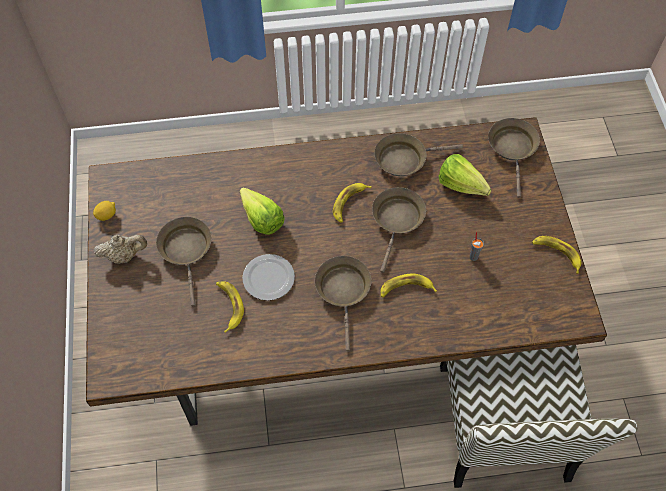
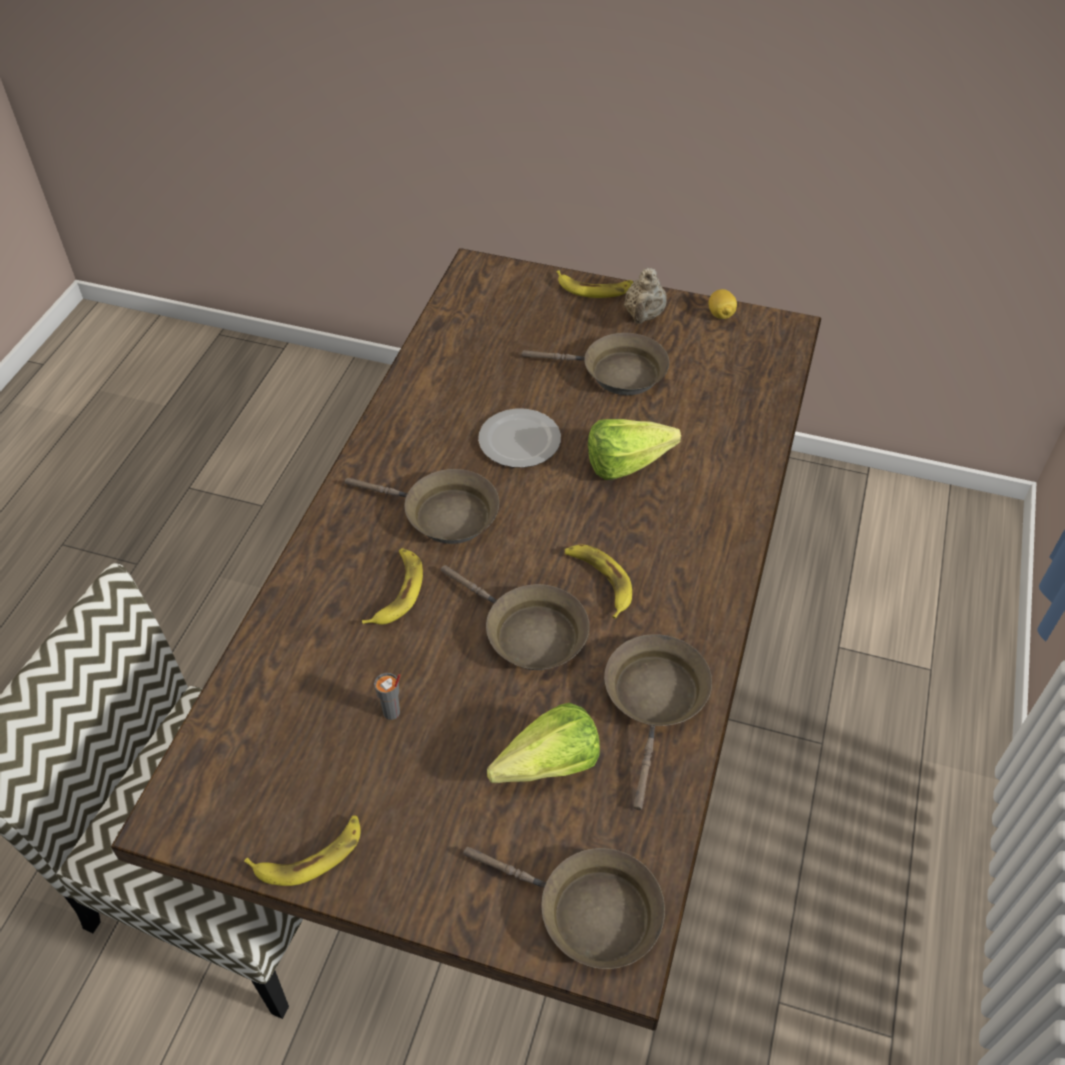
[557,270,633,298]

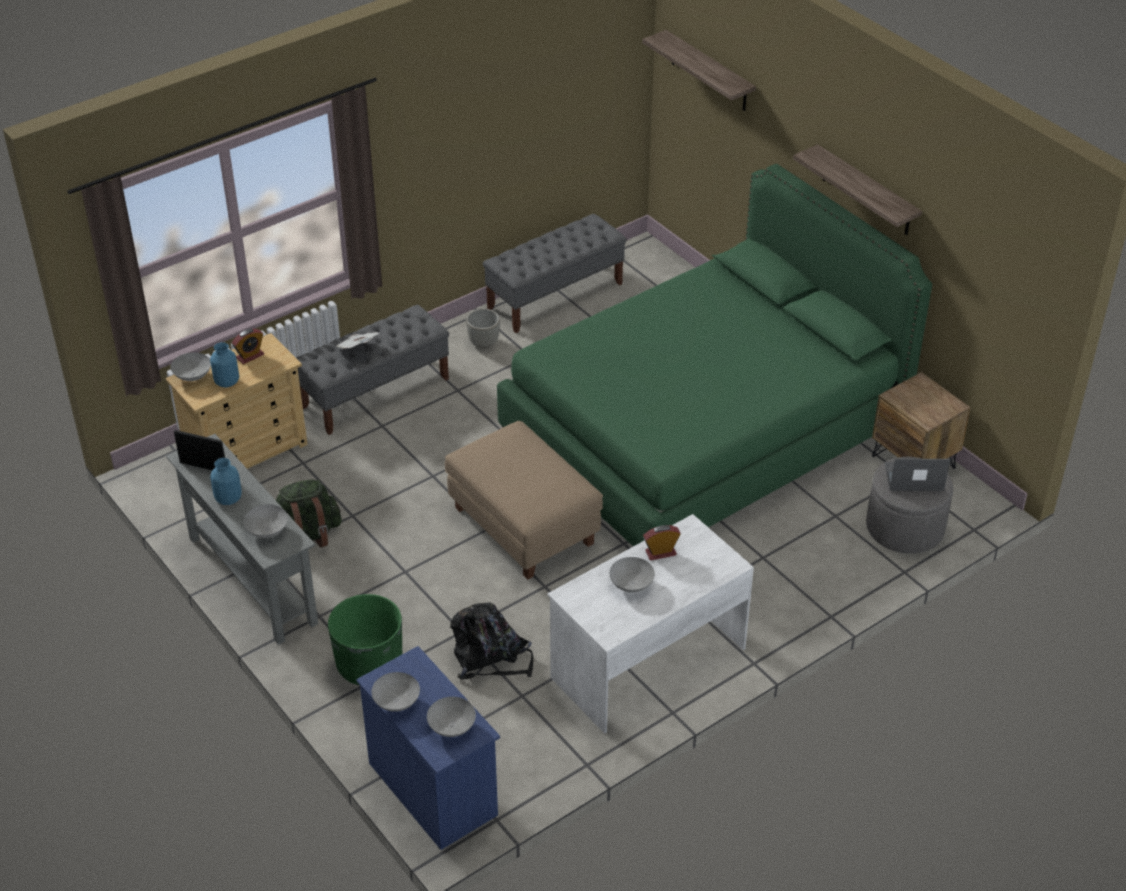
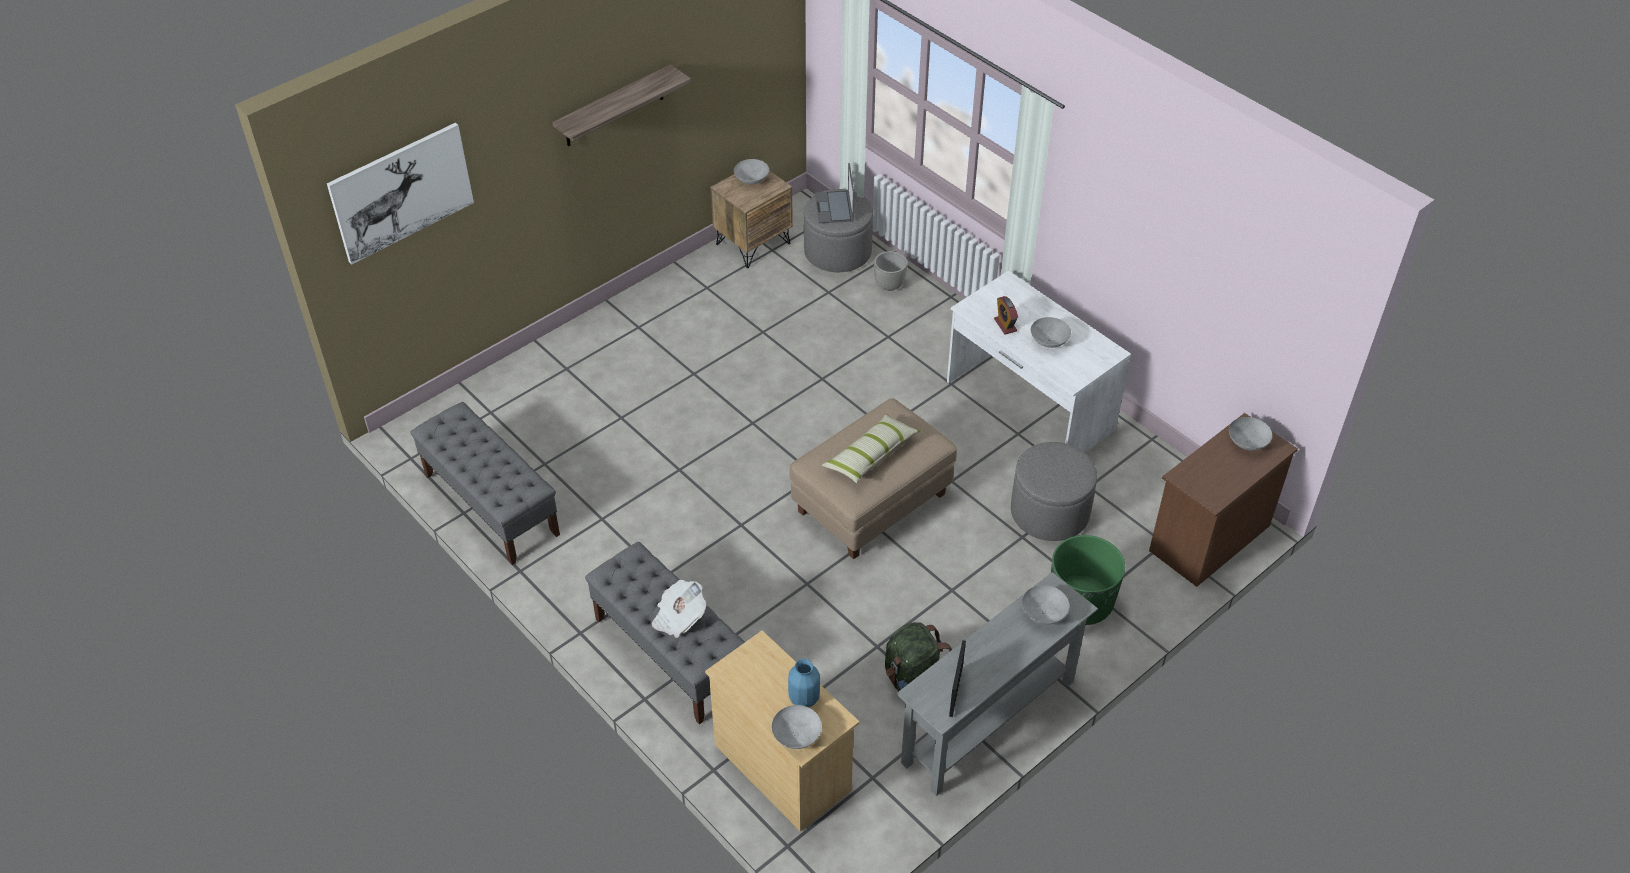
[210,458,242,505] (first image)
[232,329,264,364] (first image)
[497,164,932,546] (first image)
[822,414,920,483]
[734,159,769,184]
[874,251,908,291]
[1011,442,1097,541]
[327,123,474,265]
[1149,413,1298,587]

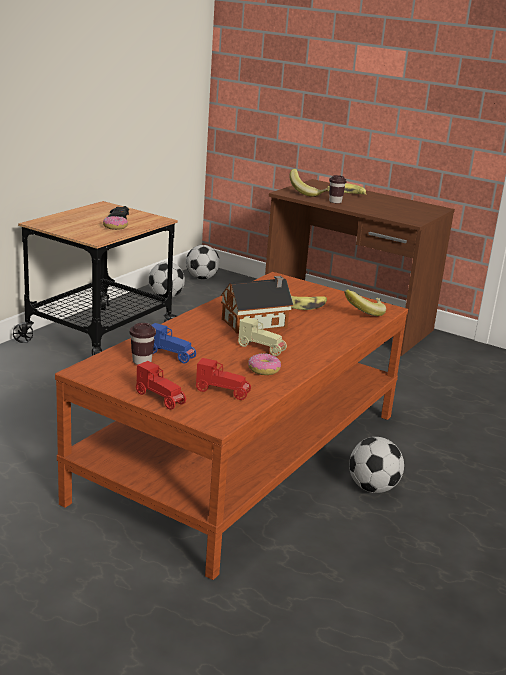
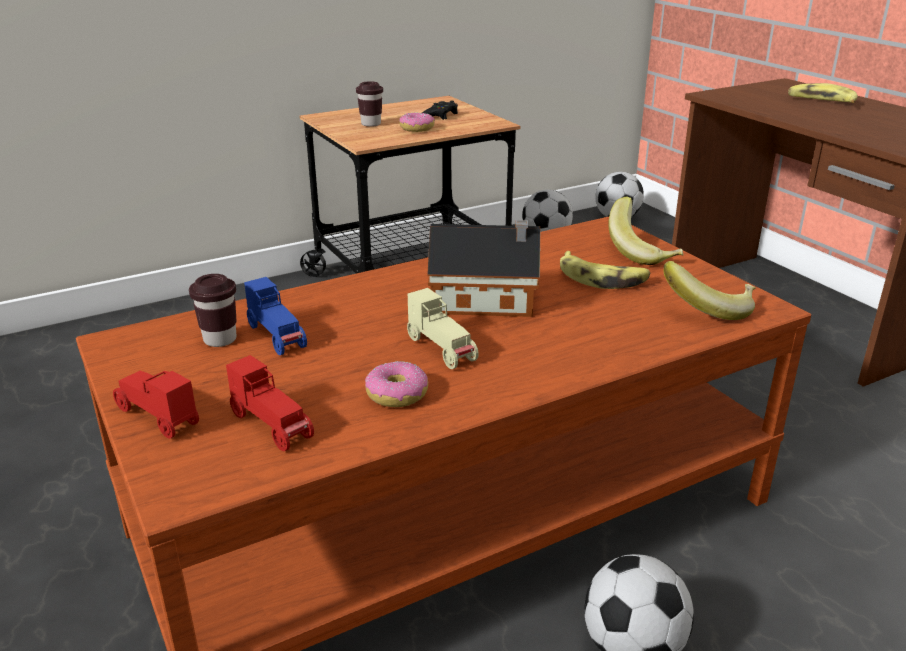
[609,196,683,265]
[356,81,383,127]
[113,371,199,439]

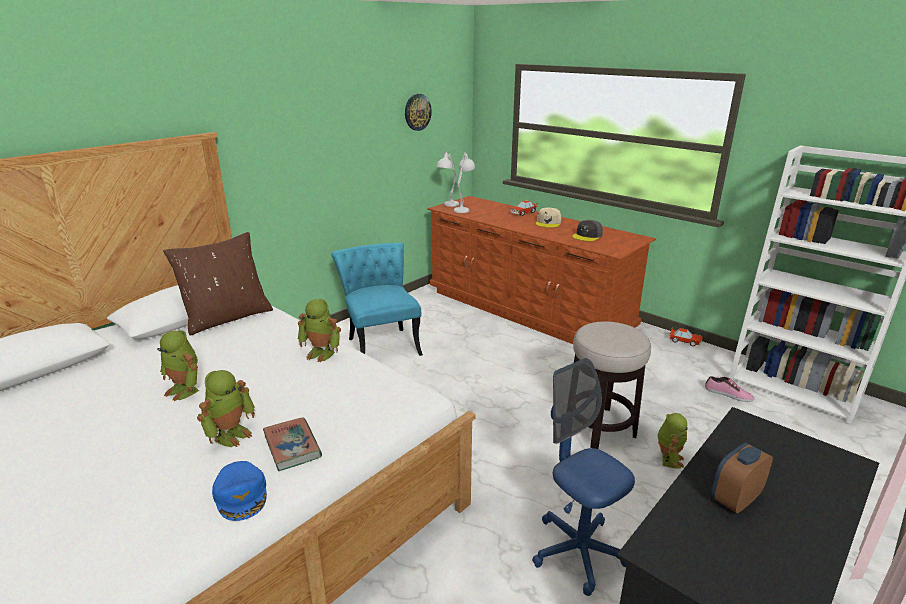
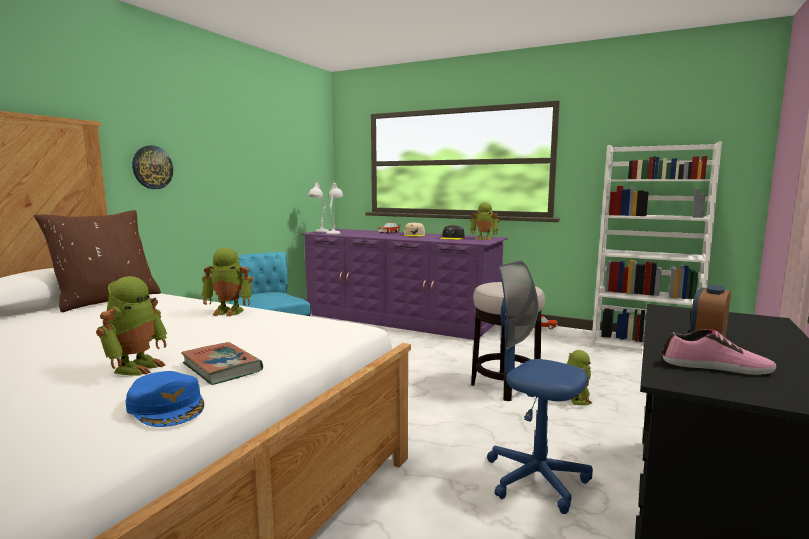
[470,202,499,240]
[132,145,173,189]
[663,329,776,375]
[301,229,508,340]

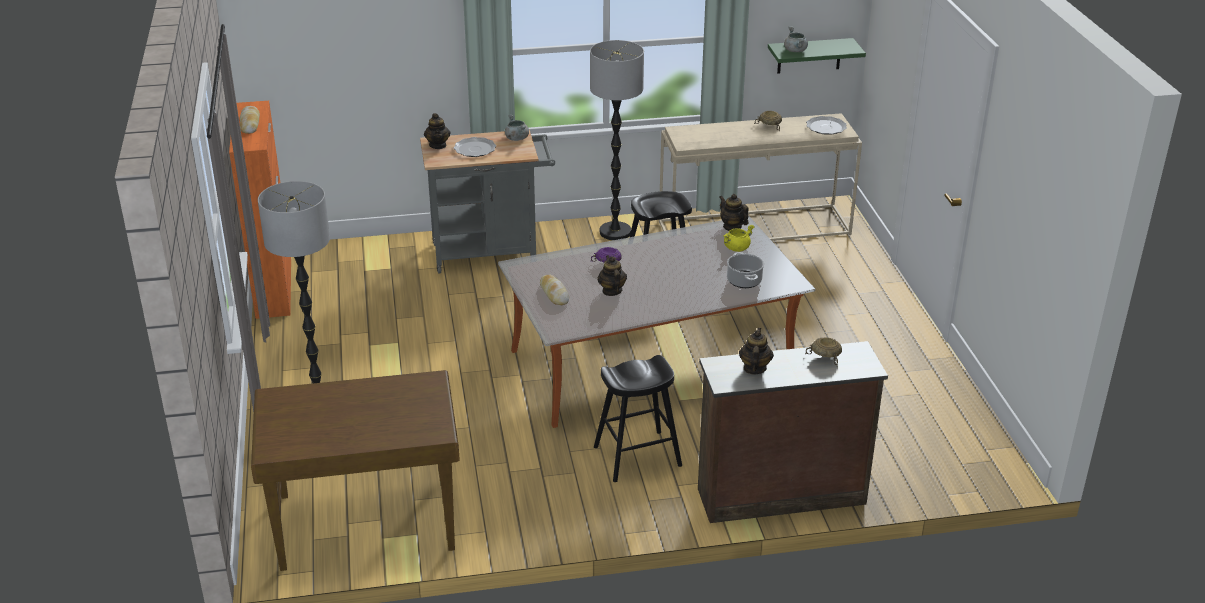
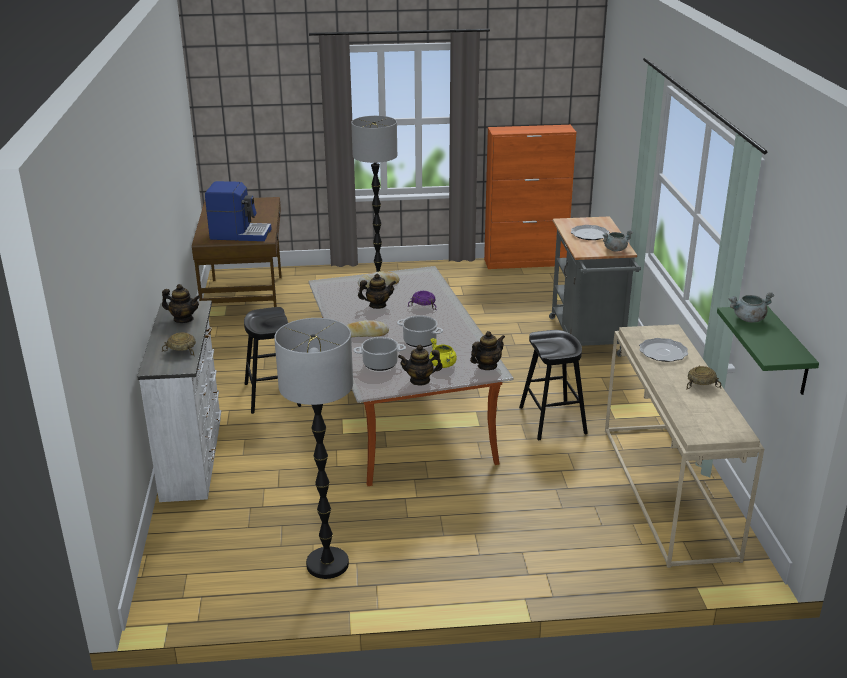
[205,181,272,241]
[397,315,443,347]
[346,320,389,337]
[398,345,443,386]
[274,318,353,579]
[639,338,688,362]
[137,300,221,502]

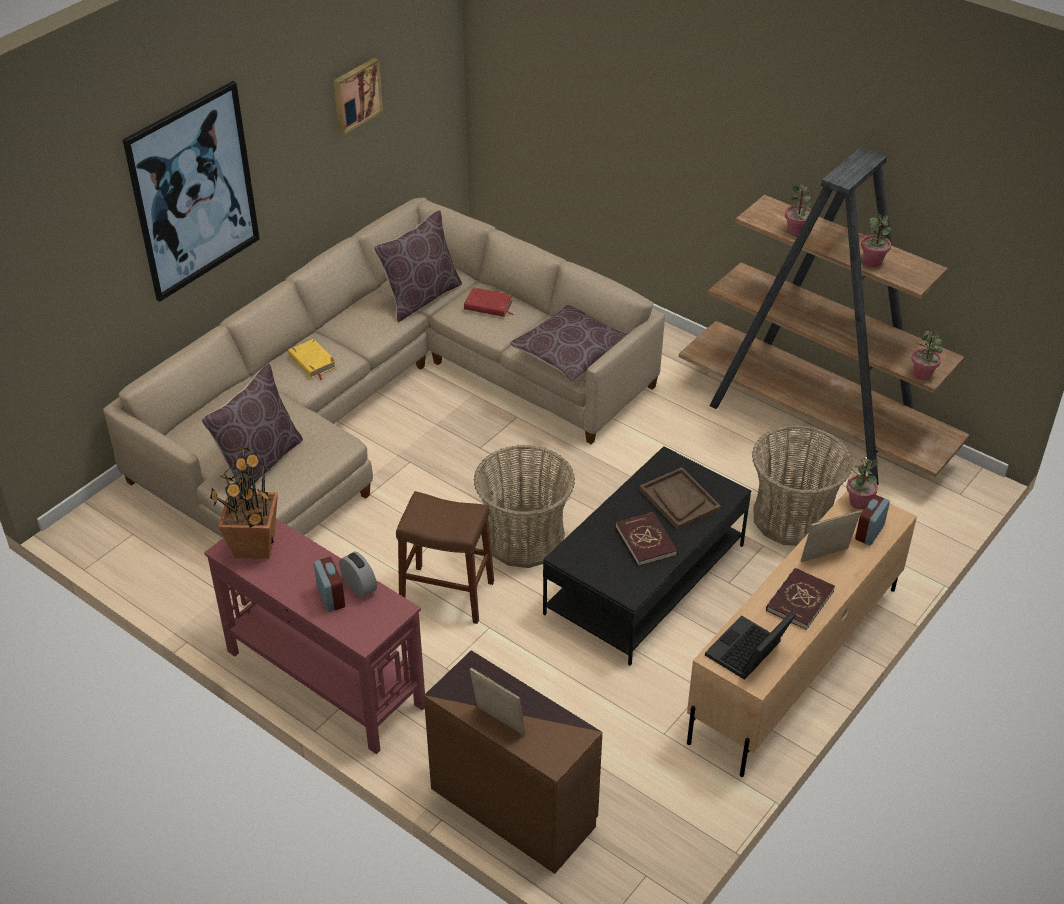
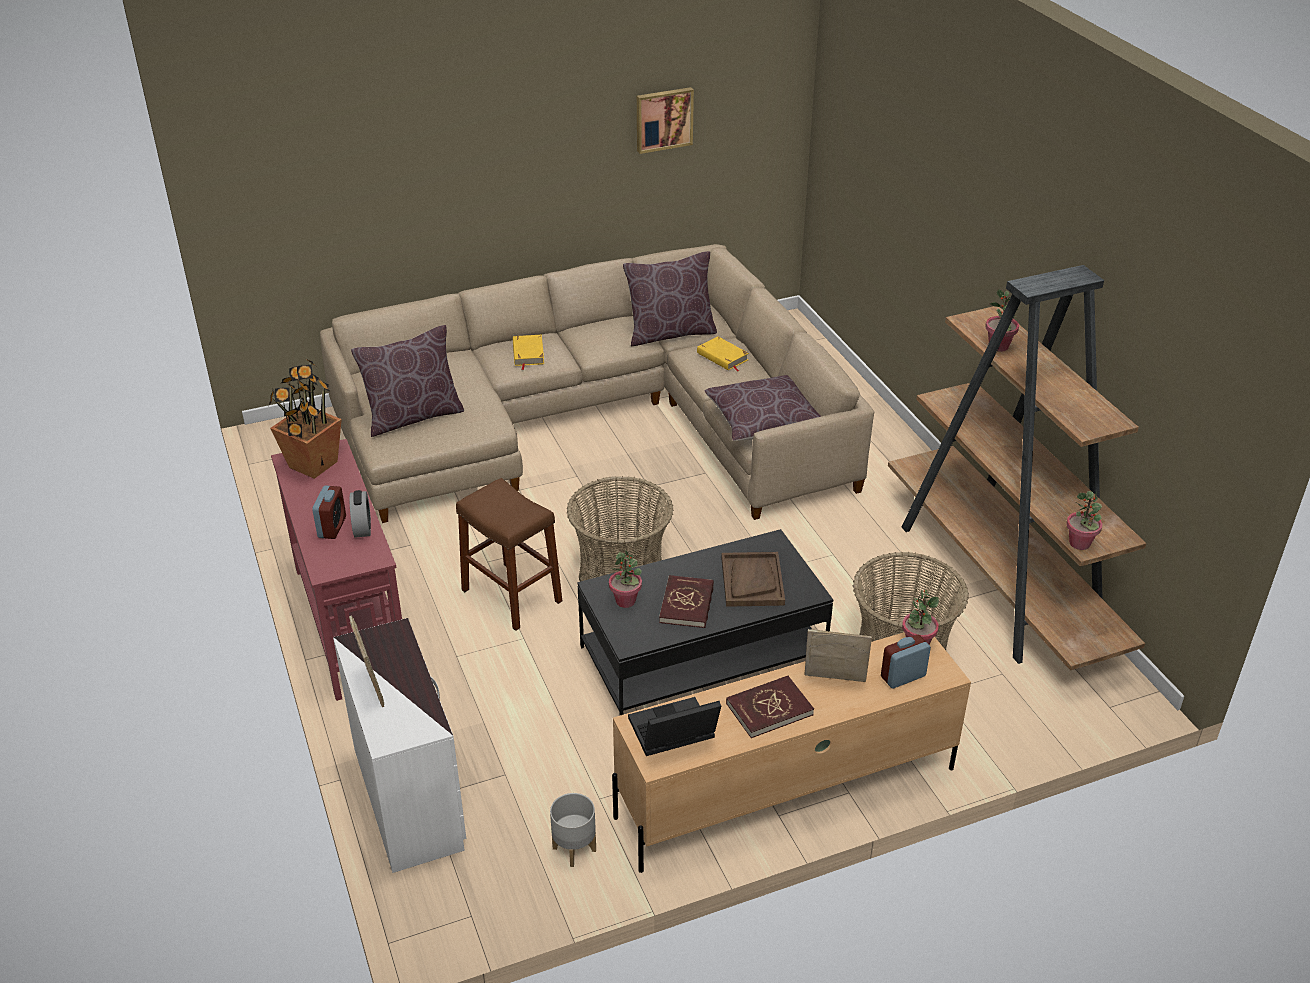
[123,81,260,302] (first image)
[550,793,596,867]
[609,550,642,608]
[333,618,466,873]
[697,336,749,371]

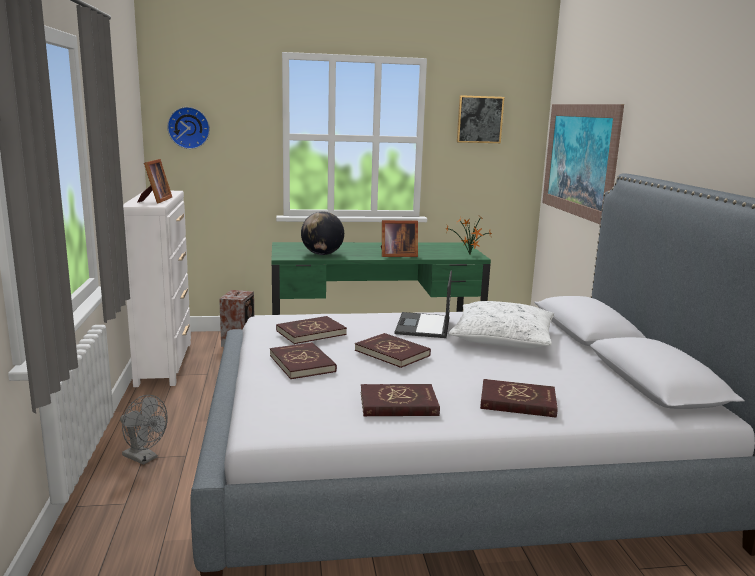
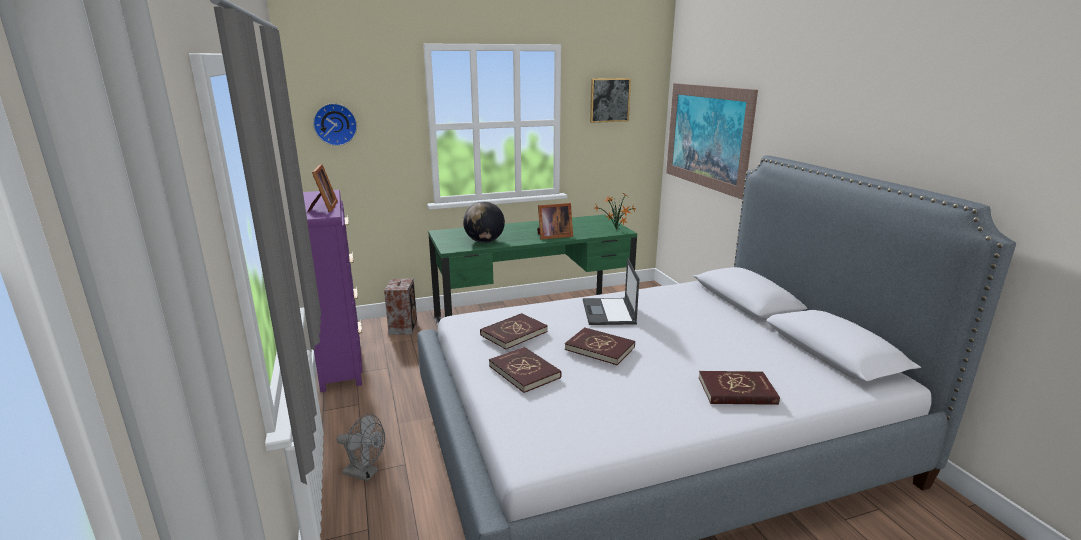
[361,384,440,416] (first image)
[449,301,554,348] (first image)
[303,190,363,392]

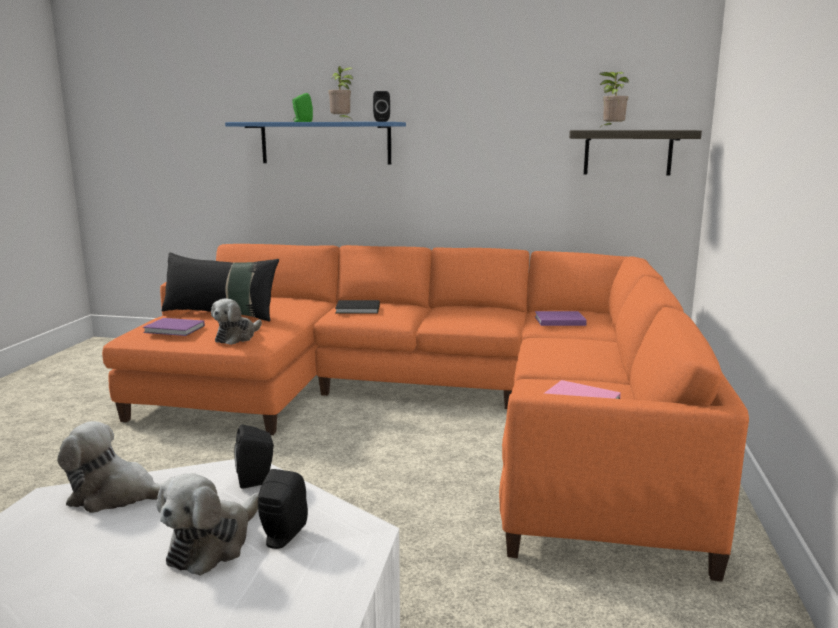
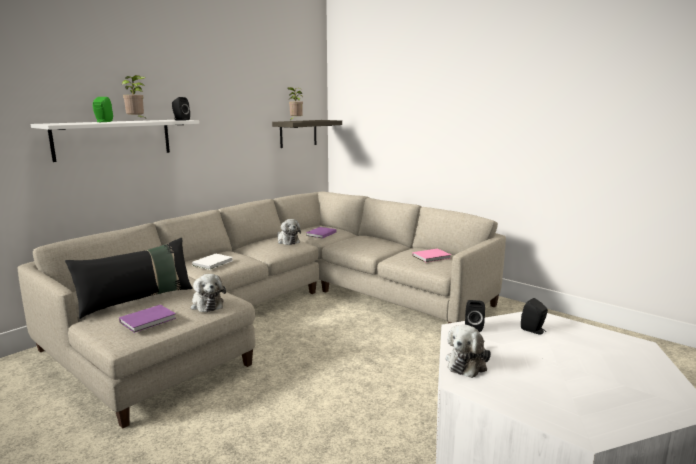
[277,219,301,245]
[18,191,506,429]
[31,120,199,162]
[192,254,233,270]

